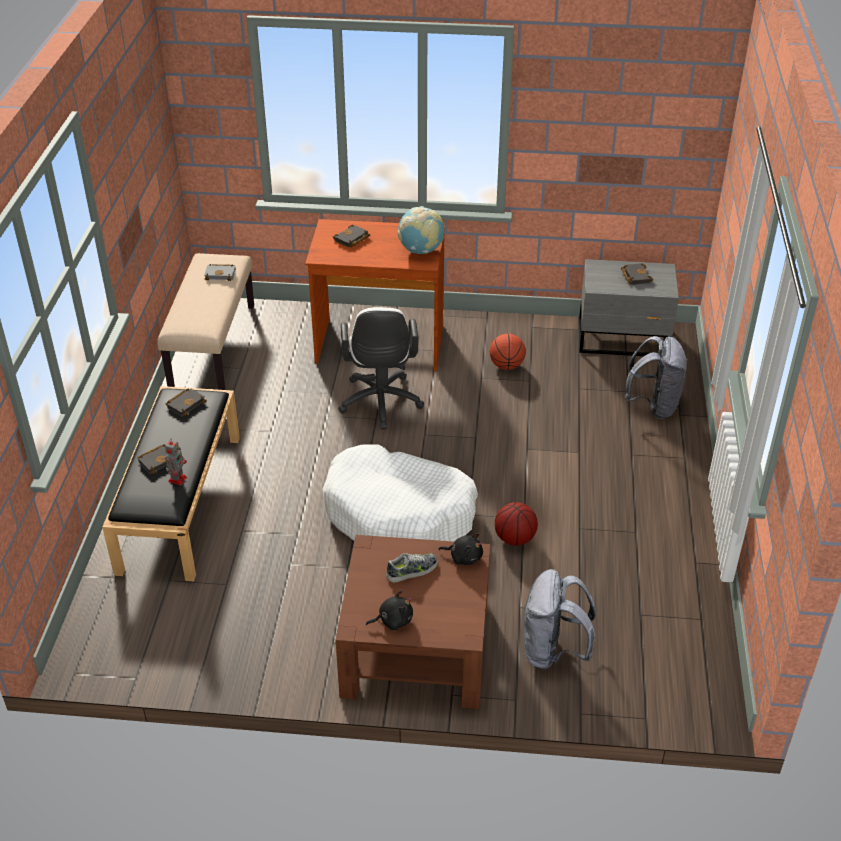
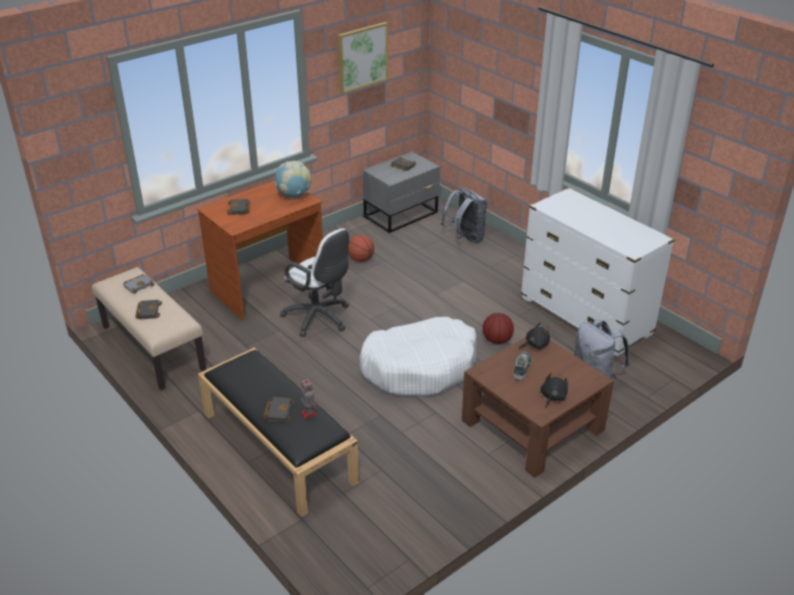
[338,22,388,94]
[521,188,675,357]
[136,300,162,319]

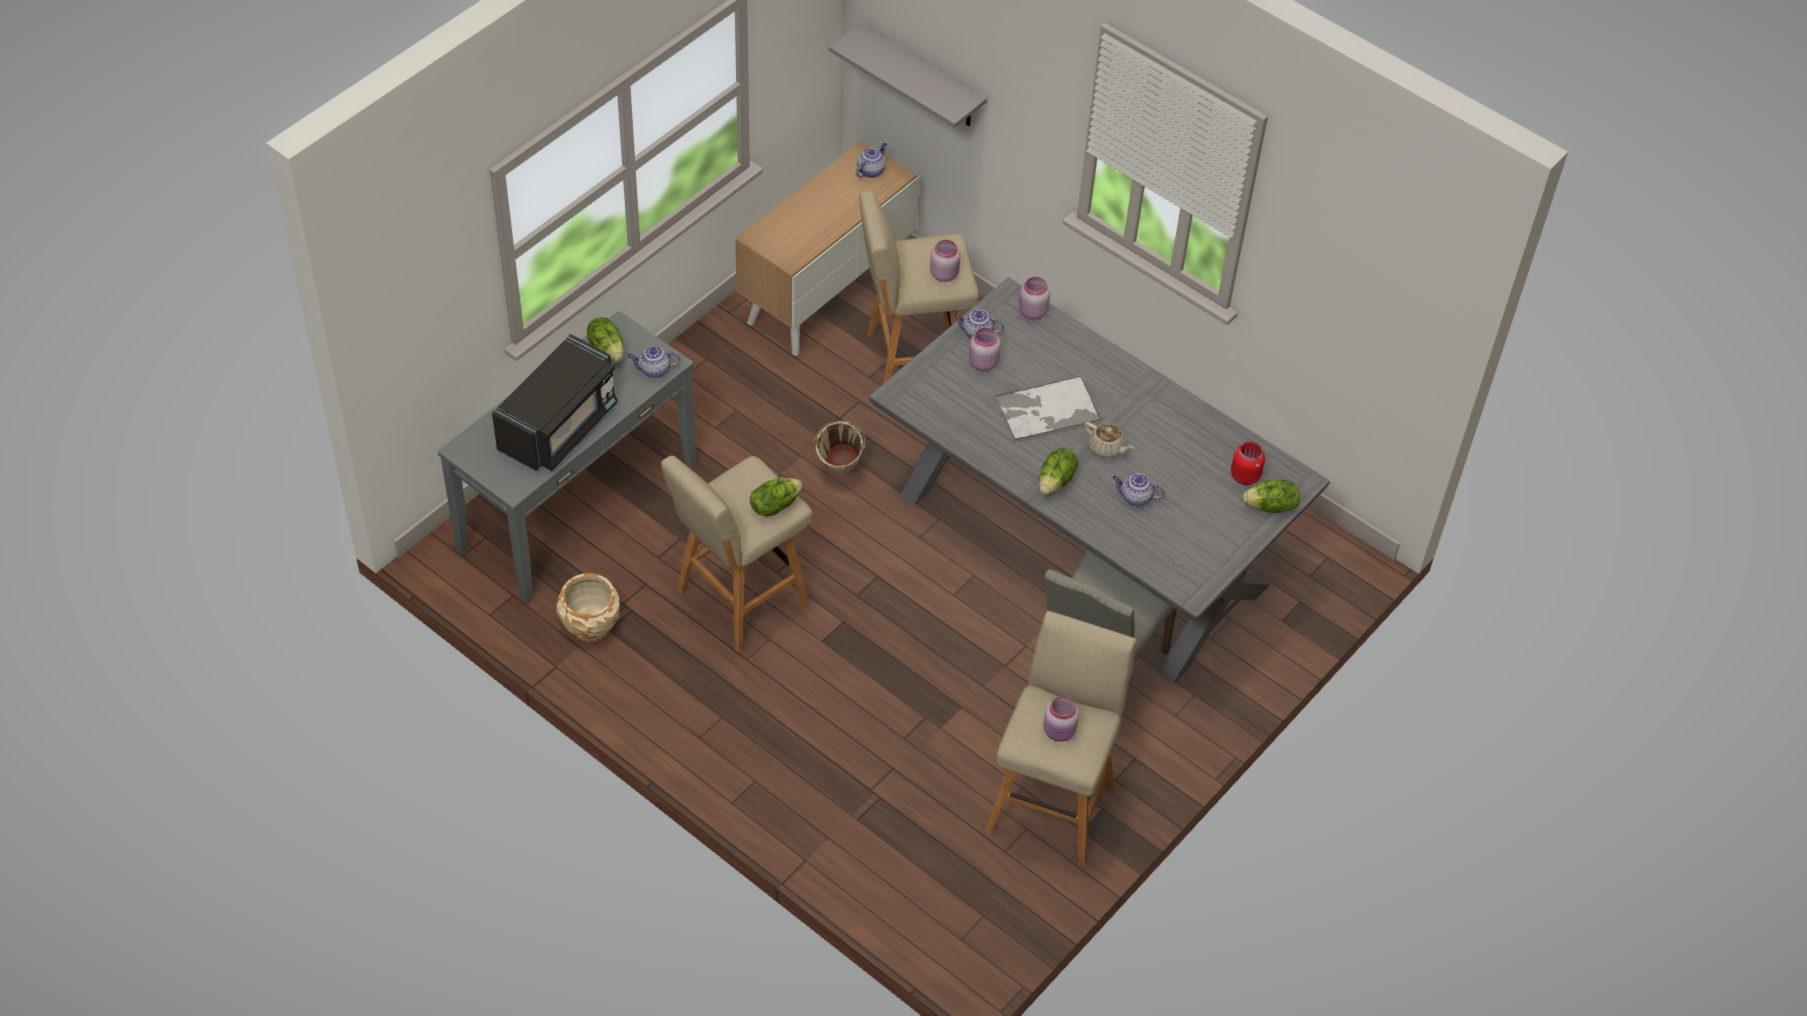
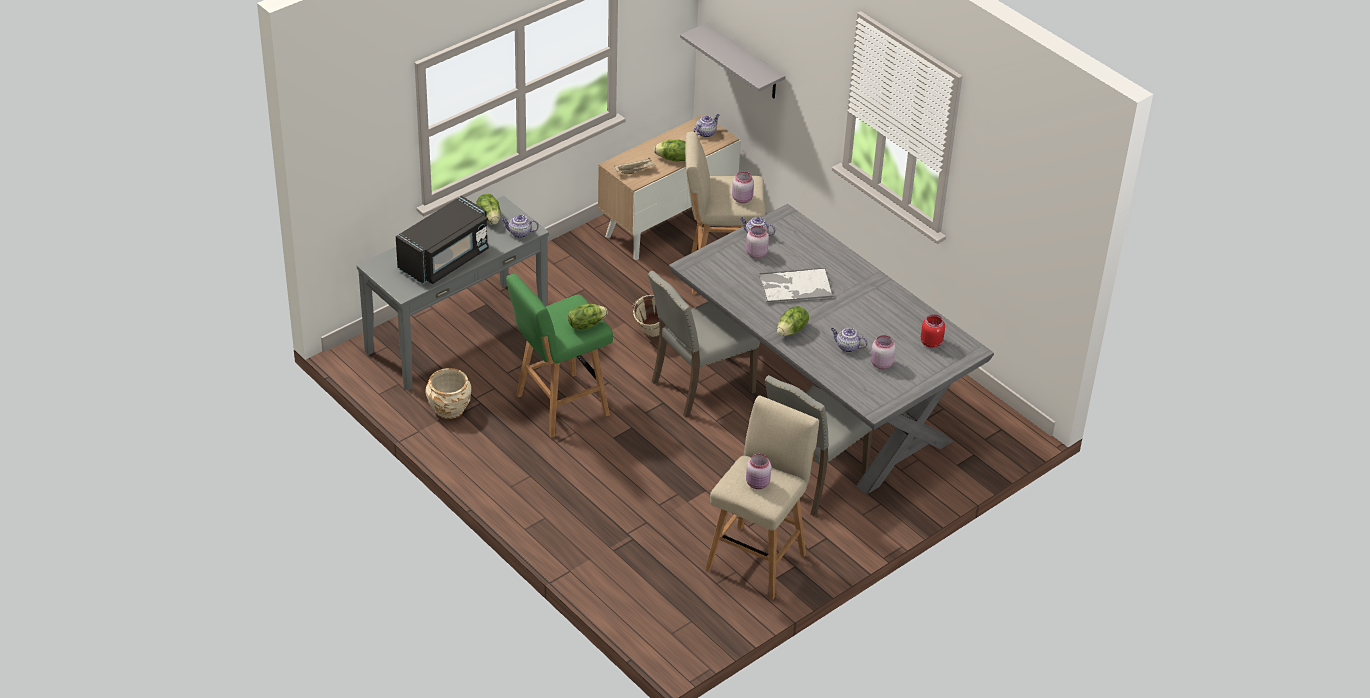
[1085,422,1134,458] (first image)
[614,157,655,174]
[647,271,760,418]
[871,335,896,369]
[654,140,685,161]
[506,274,613,438]

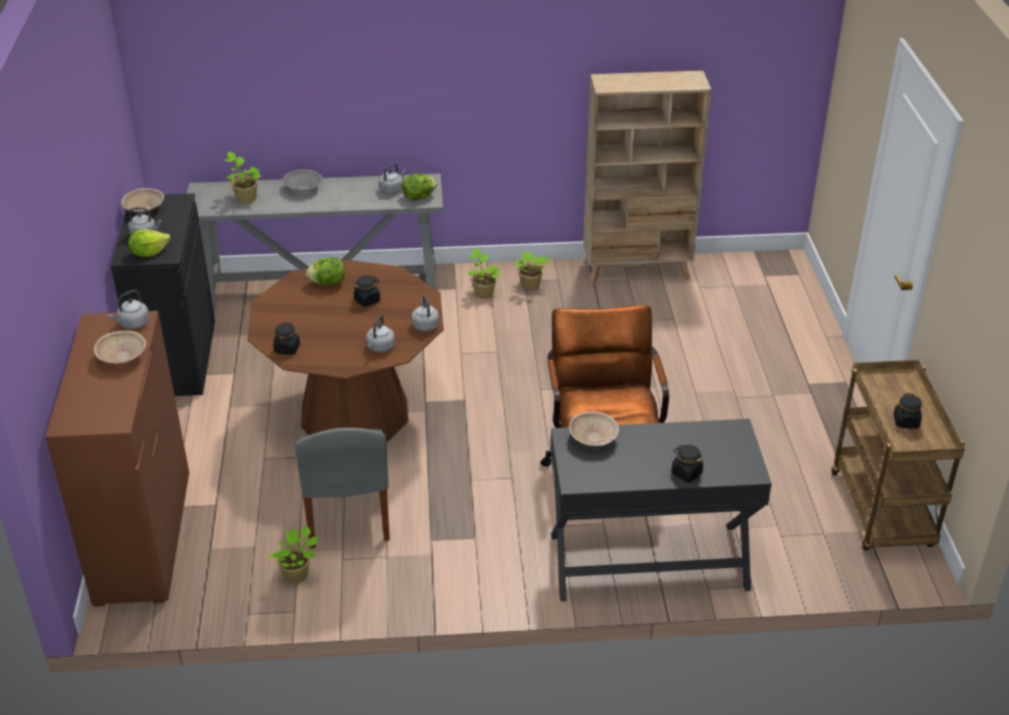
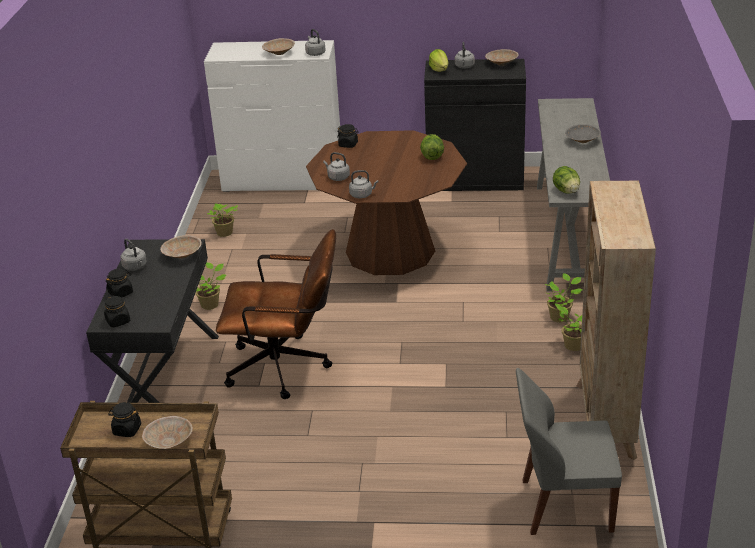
[142,416,193,449]
[196,262,226,310]
[516,368,622,535]
[104,295,130,327]
[120,239,147,271]
[204,40,340,192]

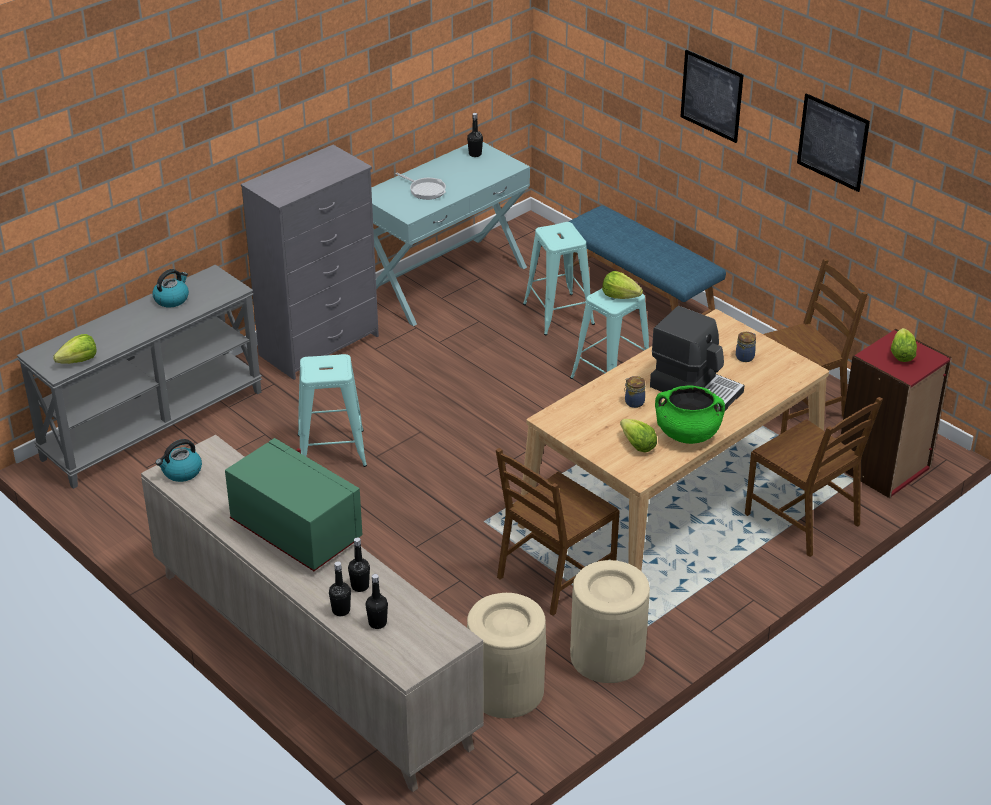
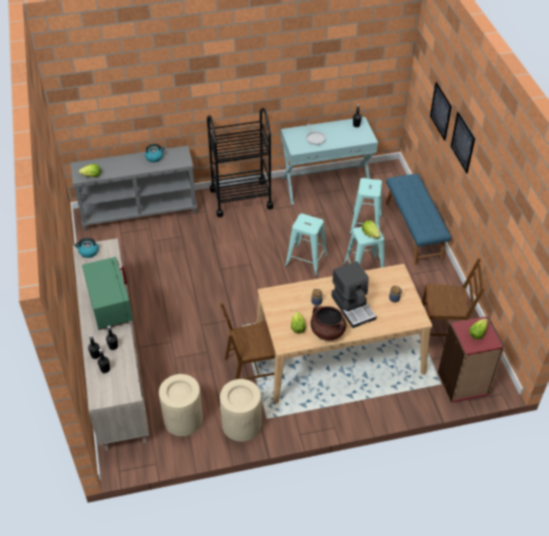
[745,397,883,557] (first image)
[285,214,328,277]
[430,82,452,141]
[207,108,273,217]
[310,306,346,340]

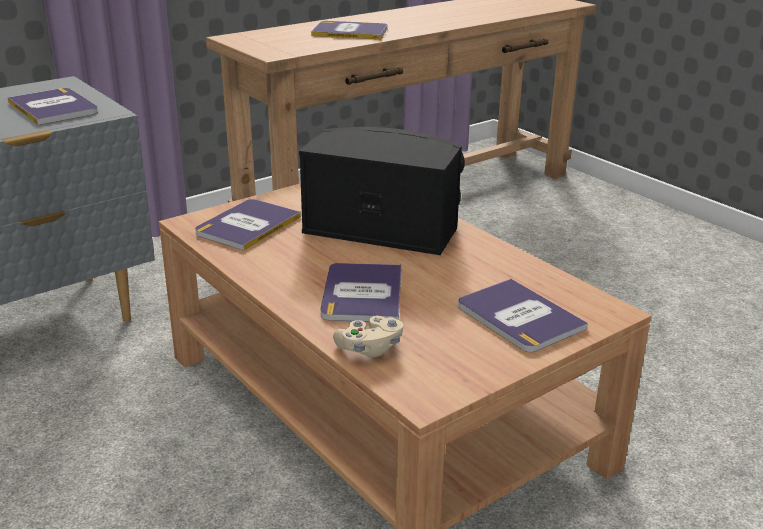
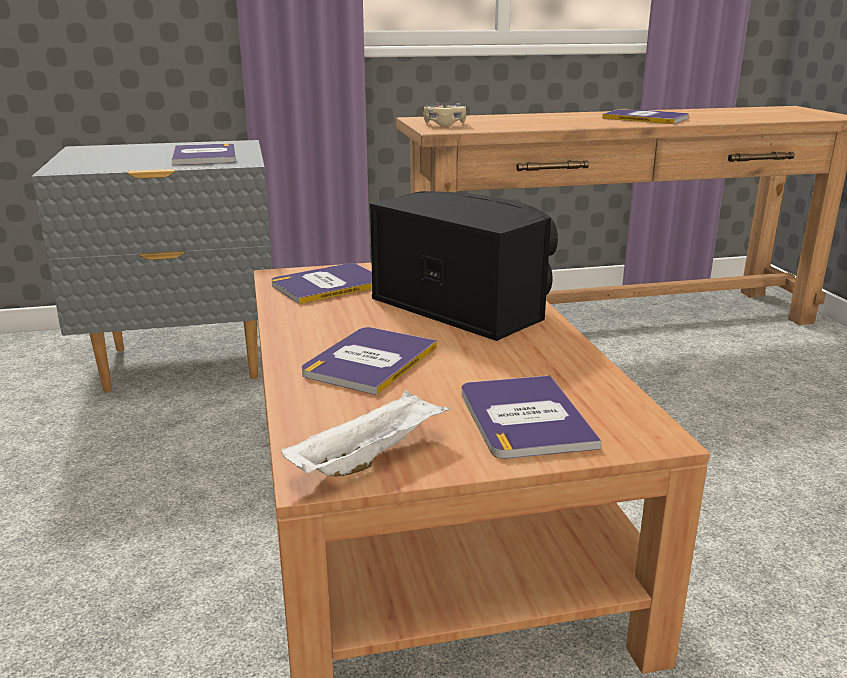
[281,389,450,477]
[602,109,689,124]
[423,103,466,127]

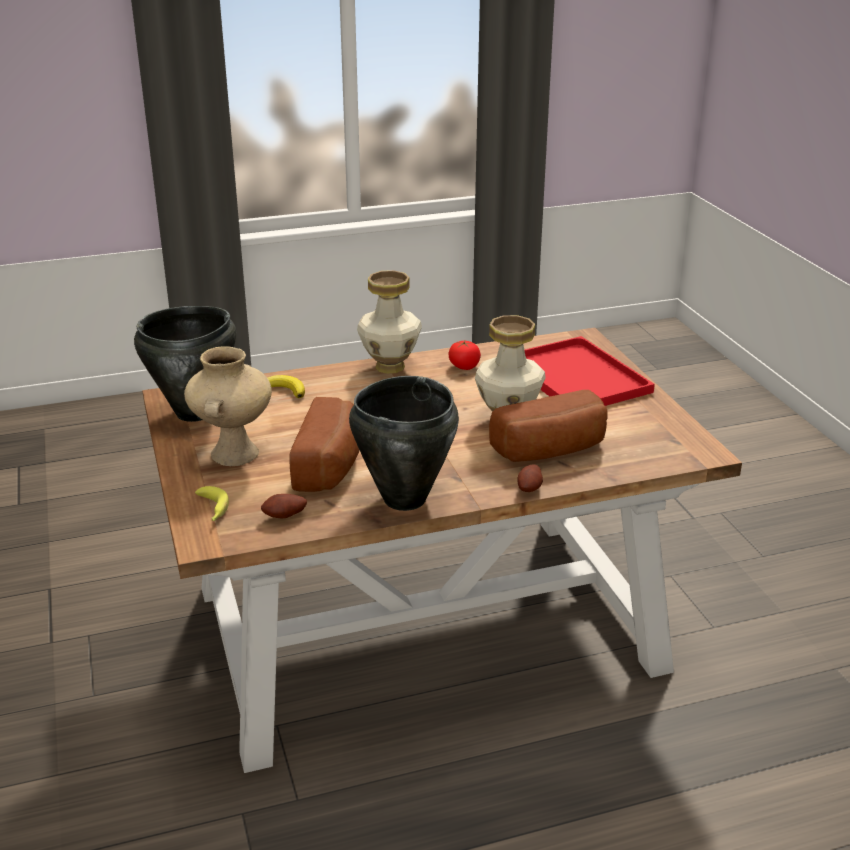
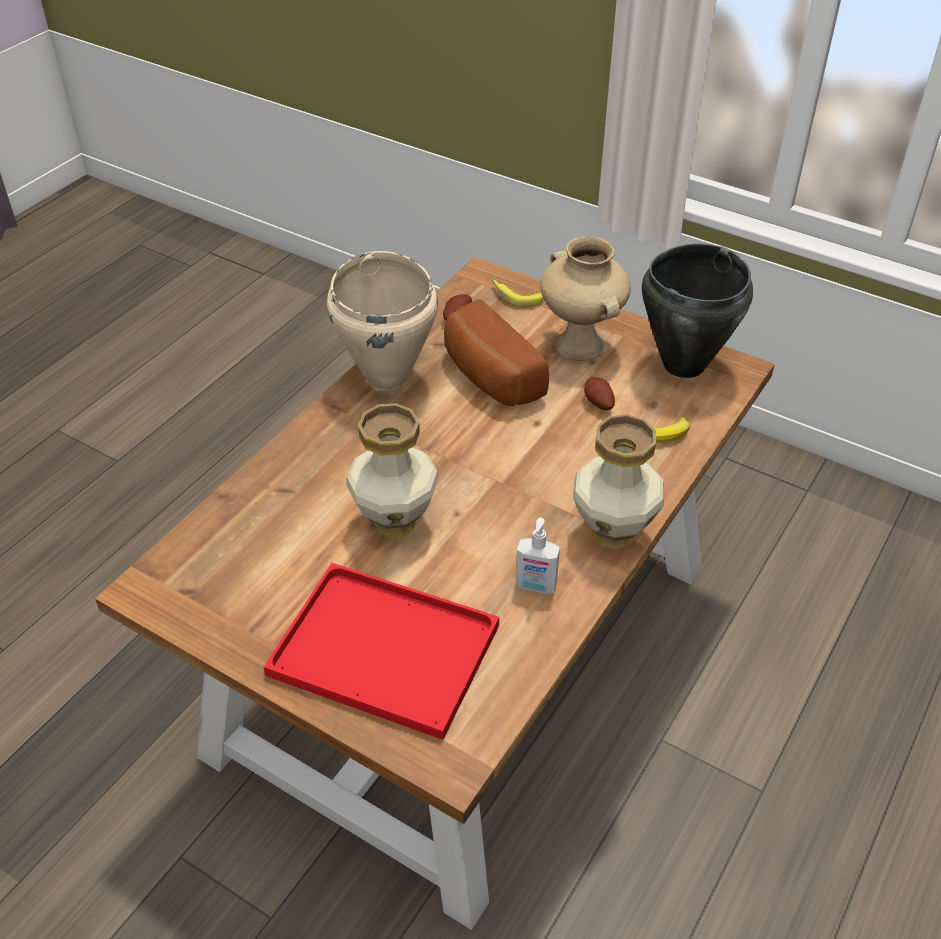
[489,390,608,462] (first image)
[584,377,615,410]
[516,518,560,594]
[327,251,438,390]

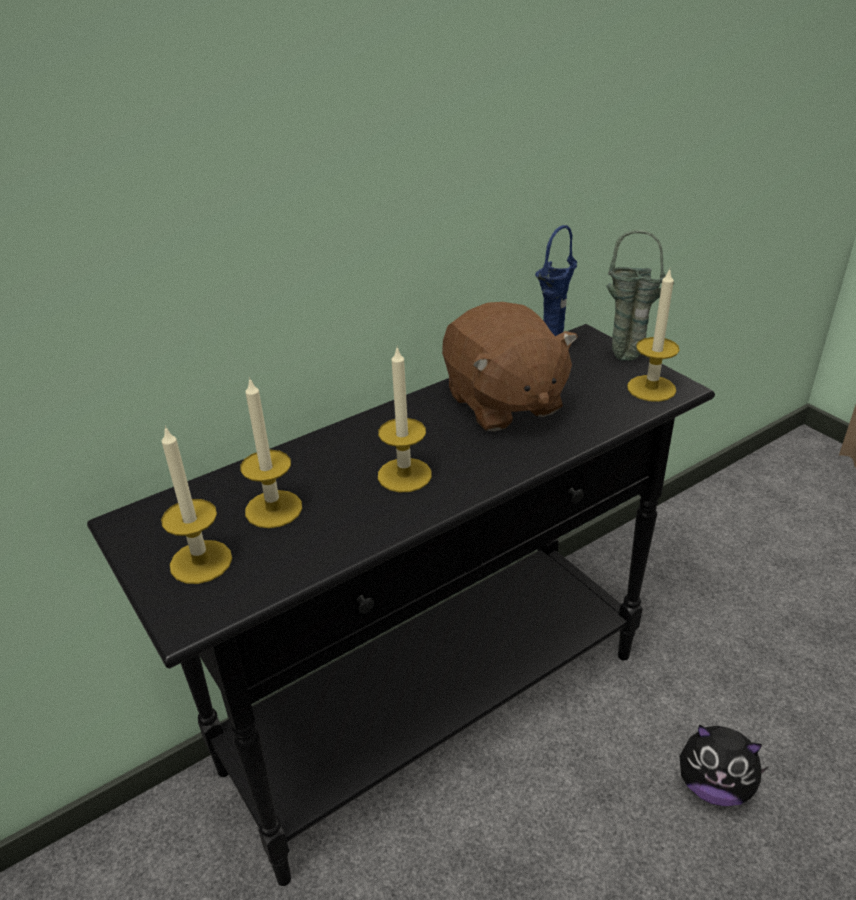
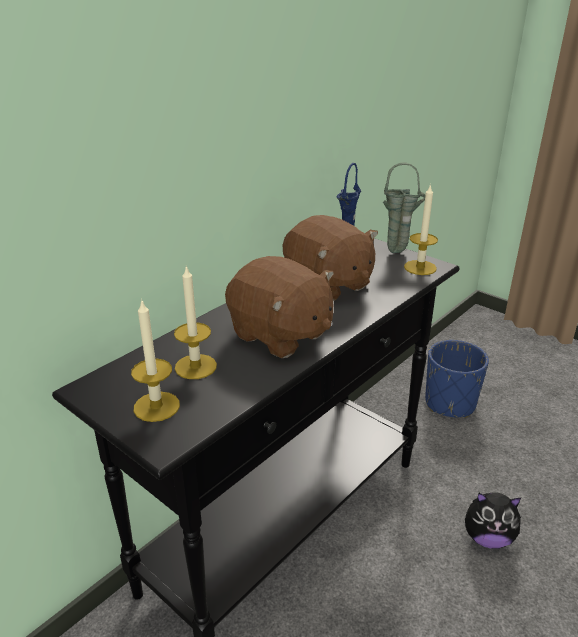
[425,340,489,418]
[225,256,334,358]

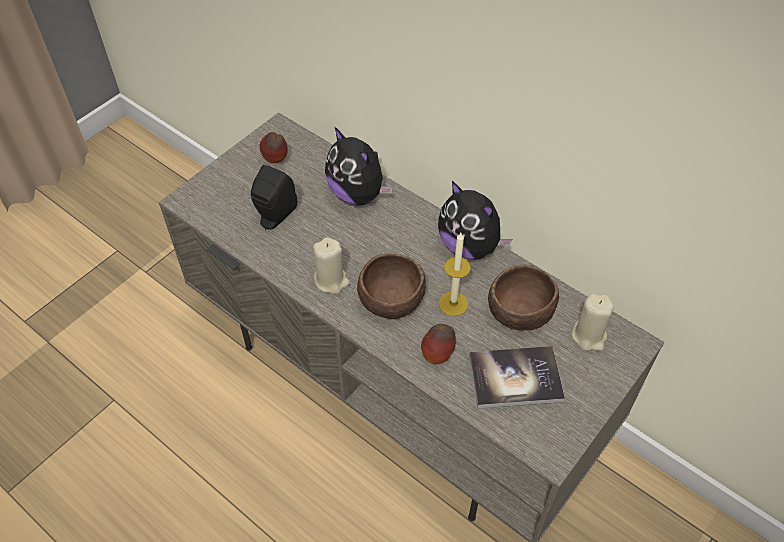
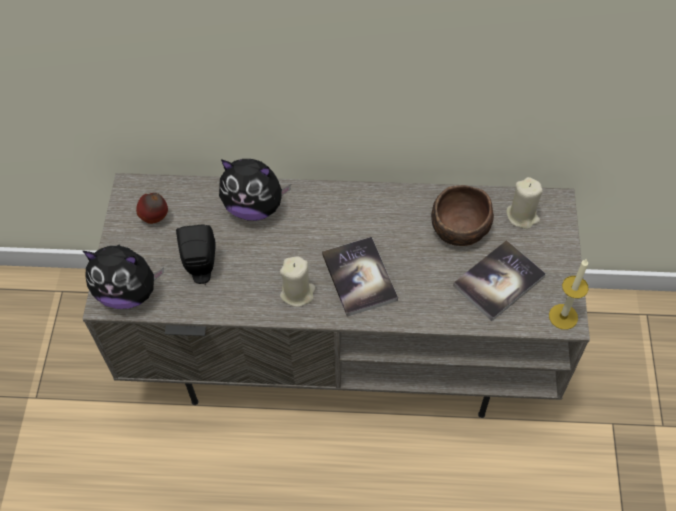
[421,324,456,365] (first image)
[83,245,164,309]
[549,259,589,330]
[322,237,398,317]

